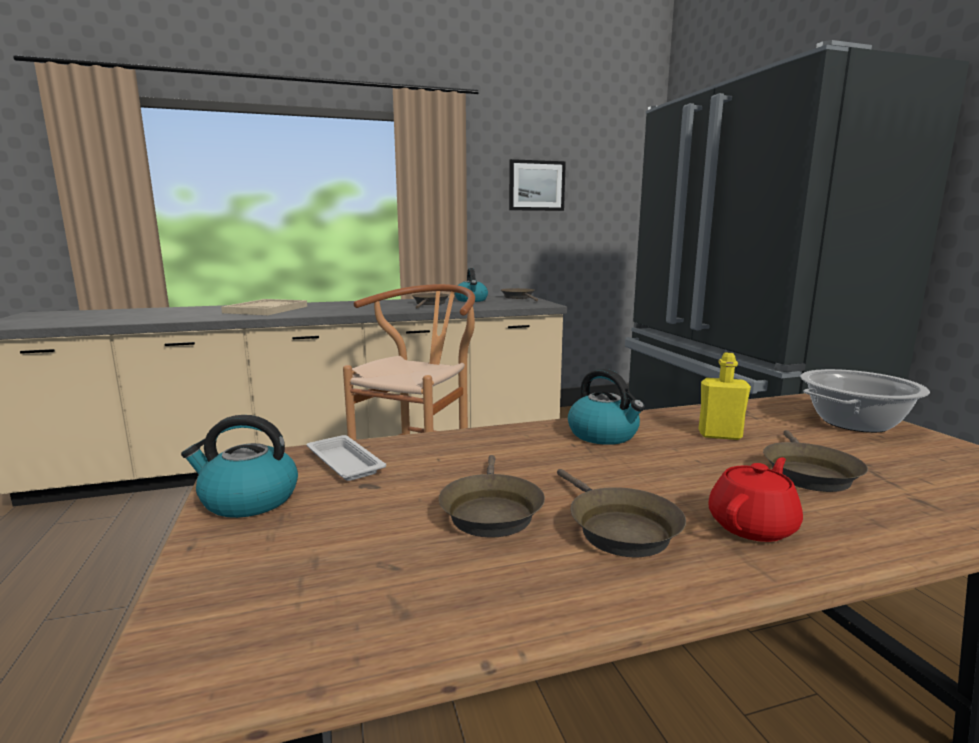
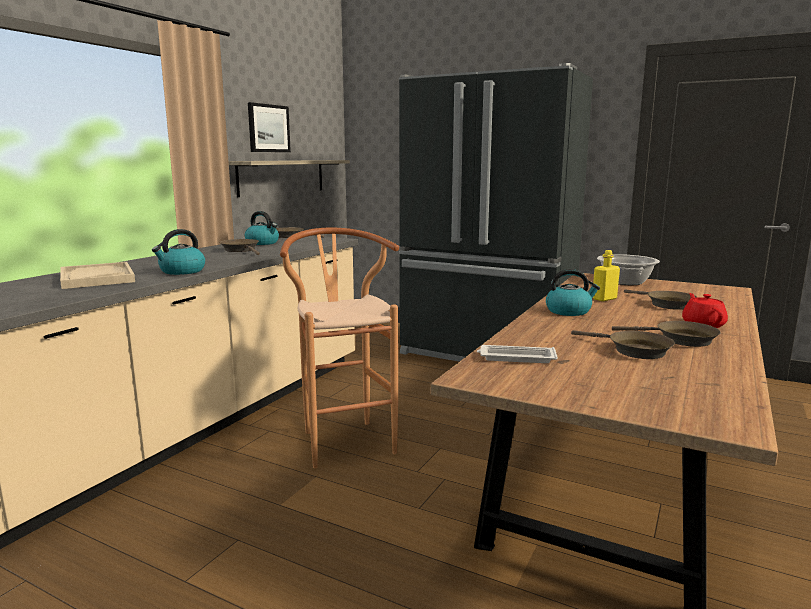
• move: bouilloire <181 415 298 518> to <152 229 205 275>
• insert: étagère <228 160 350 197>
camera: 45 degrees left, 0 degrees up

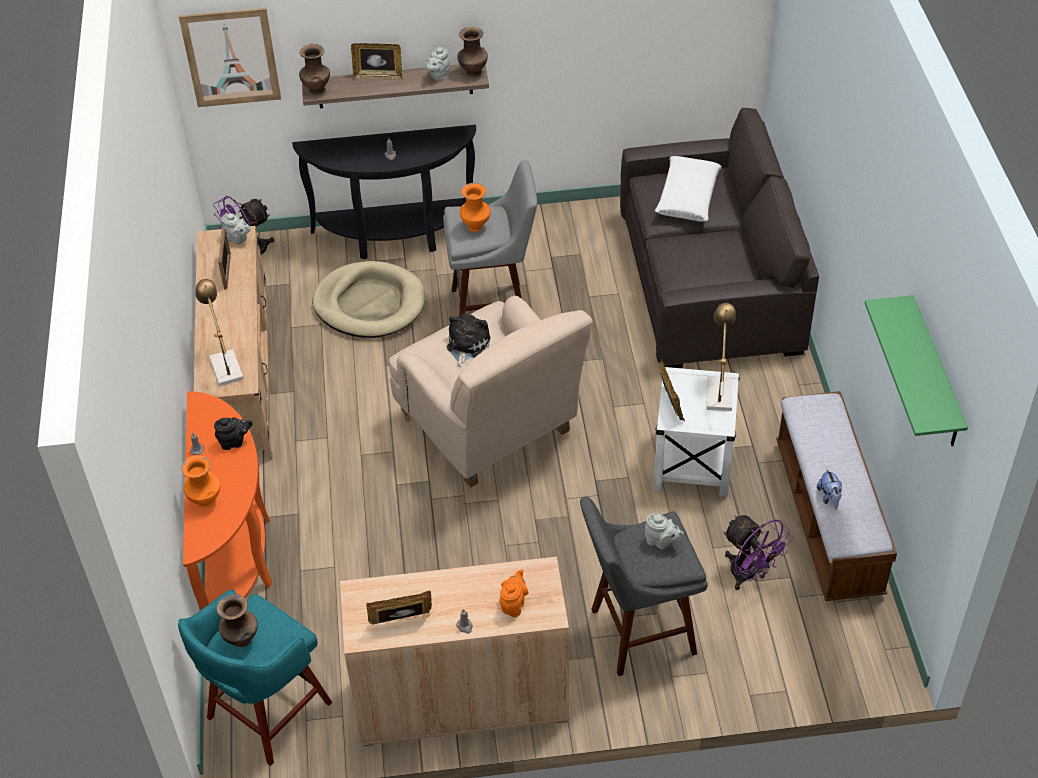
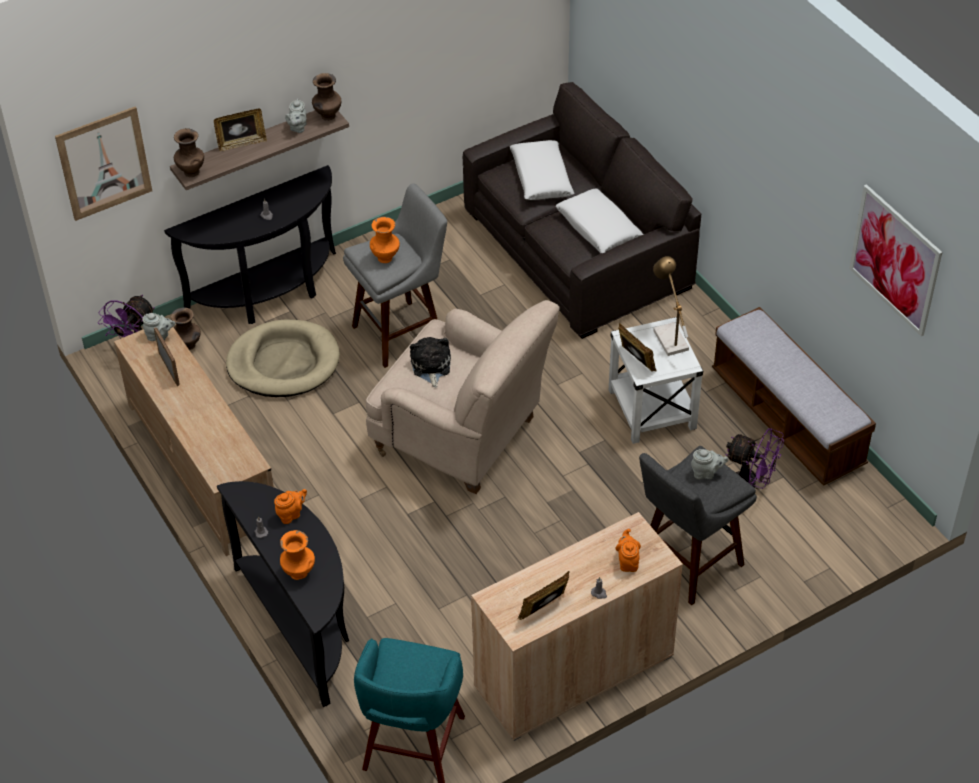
• move: vase/marron <217 594 258 647> to <171 308 201 350>
• recolor: table console/orange <183 391 272 610> to table console/noir <217 481 349 707>
• recolor: théière/noir <214 417 253 450> to théière/orange <274 489 307 524>
• insert: coussin/blanc <556 189 644 253>
• replace: étagère/vert <865 295 968 446> to tableau <849 184 942 336>
• delete: lampe de table <196 279 244 386>
• delete: peluche <817 468 842 510>
camera: 25 degrees left, 0 degrees up

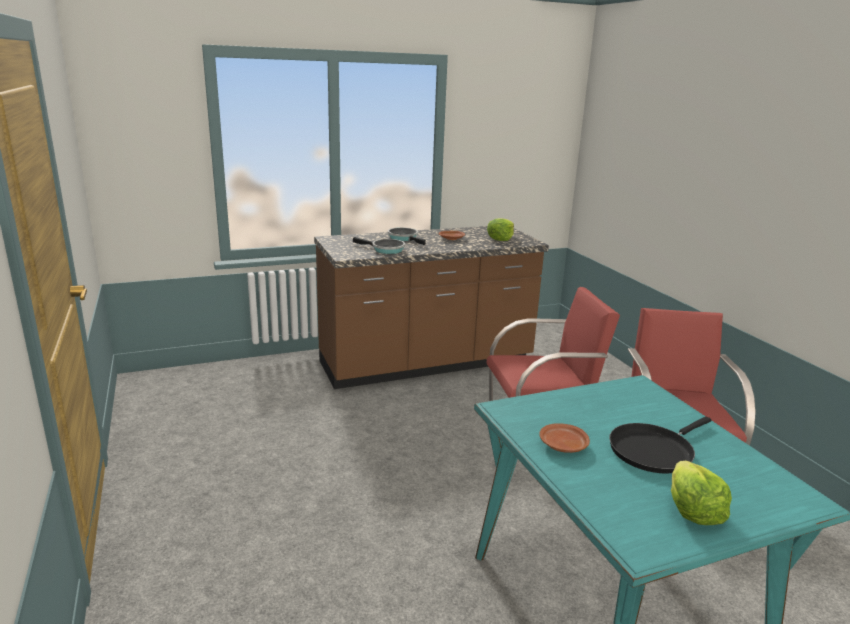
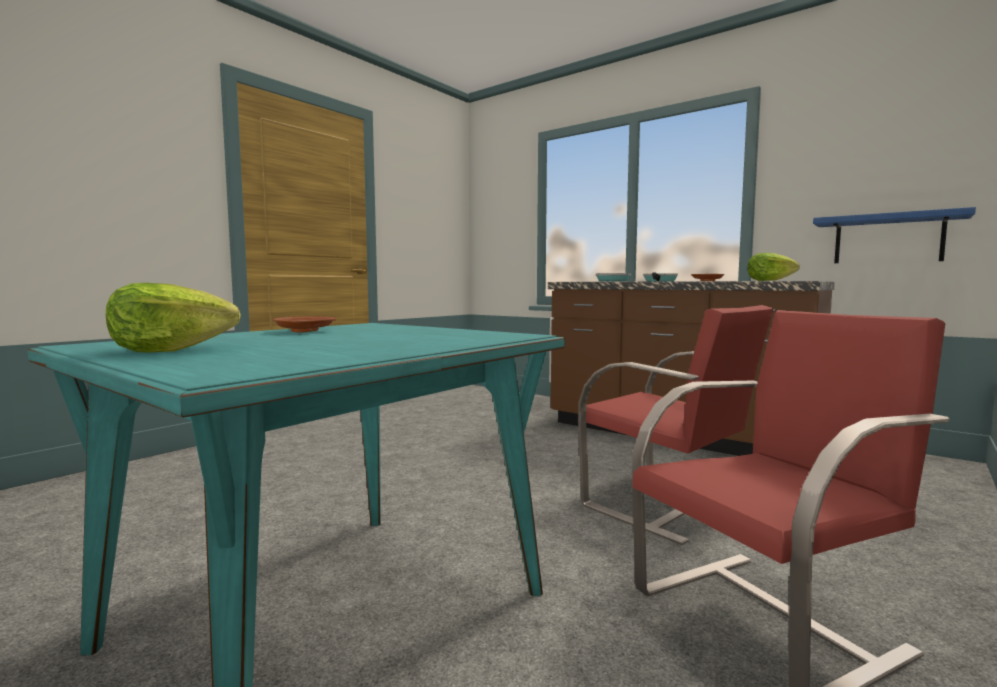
• insert: étagère/bleu <813 207 976 263>
• delete: poêle/noir <609 416 712 474>
camera: 60 degrees right, 15 degrees down

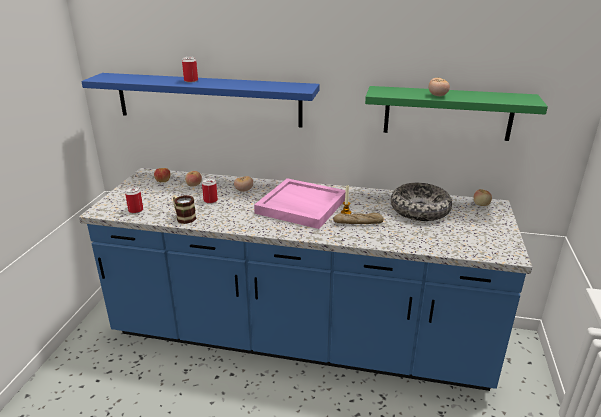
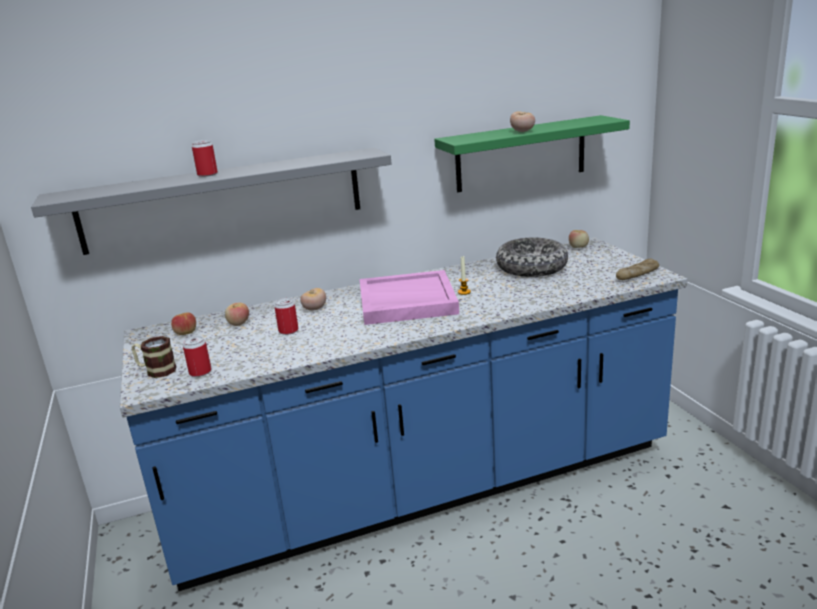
• recolor: étagère/bleu <81 73 319 128> to étagère/gris <31 148 392 255>
• move: mug <173 195 196 224> to <132 336 177 378>
• move: pain <333 213 384 224> to <616 258 659 280>
camera: 30 degrees left, 5 degrees down

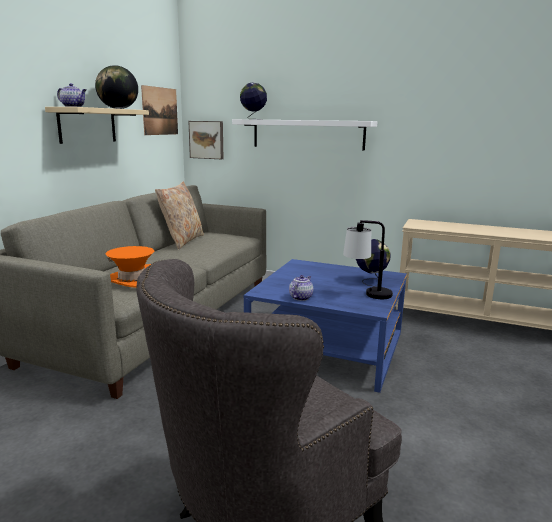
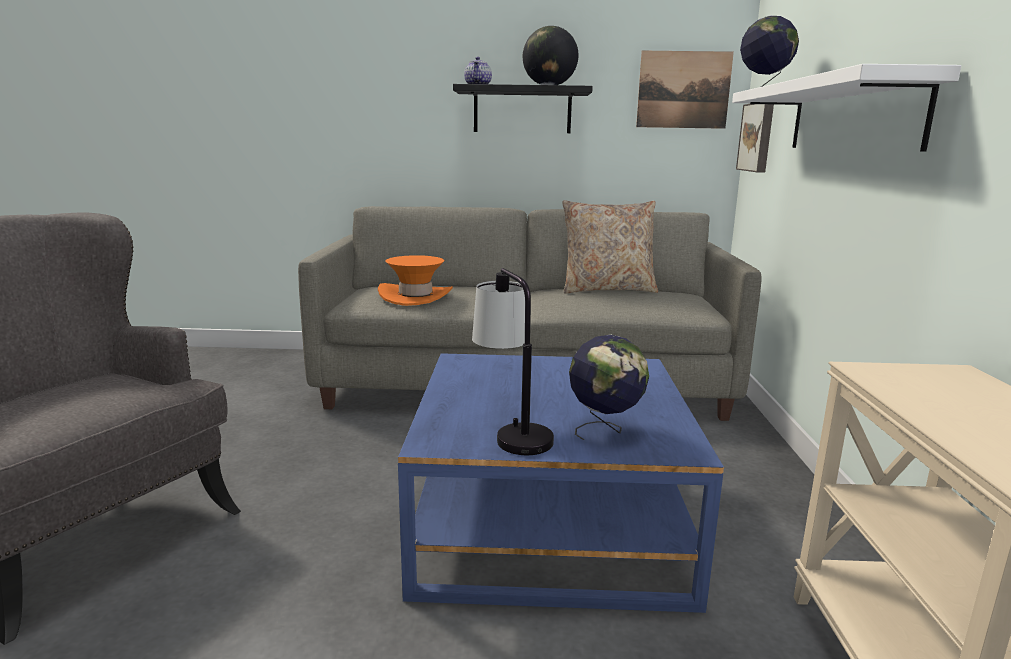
• recolor: étagère/beige <45 107 149 144> to étagère/noir <453 84 593 133>
• delete: théière <289 275 313 301>
camera: 70 degrees right, 0 degrees up

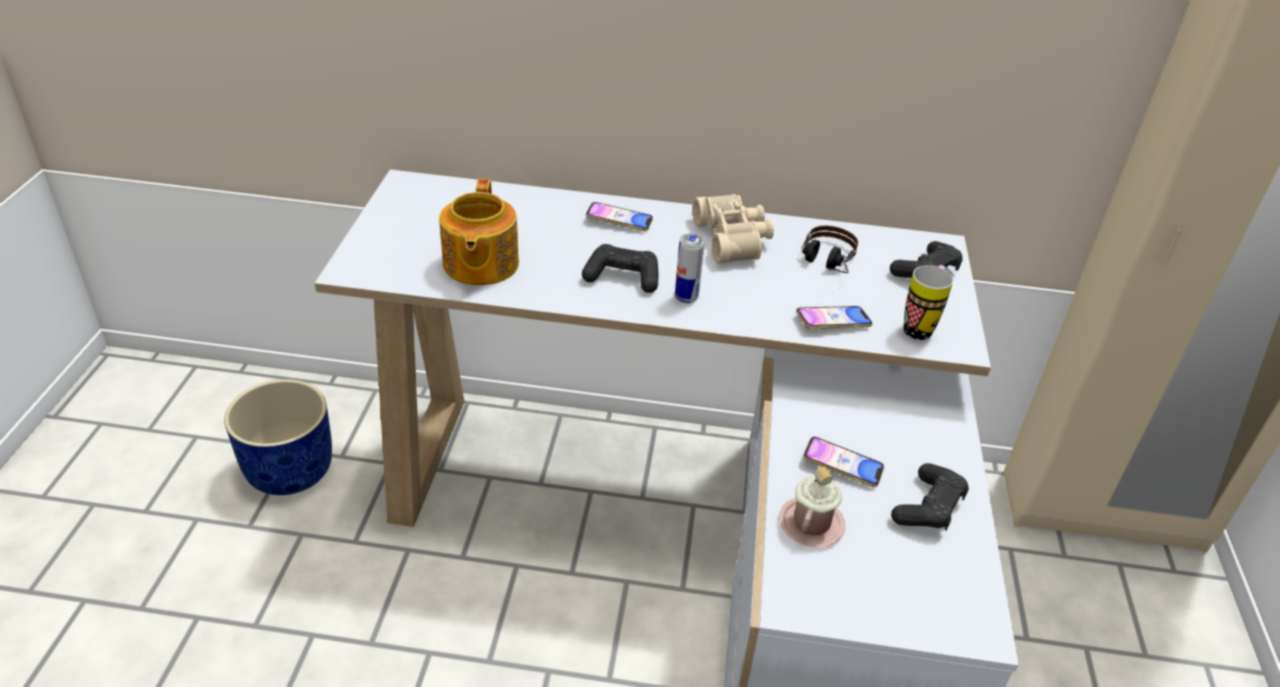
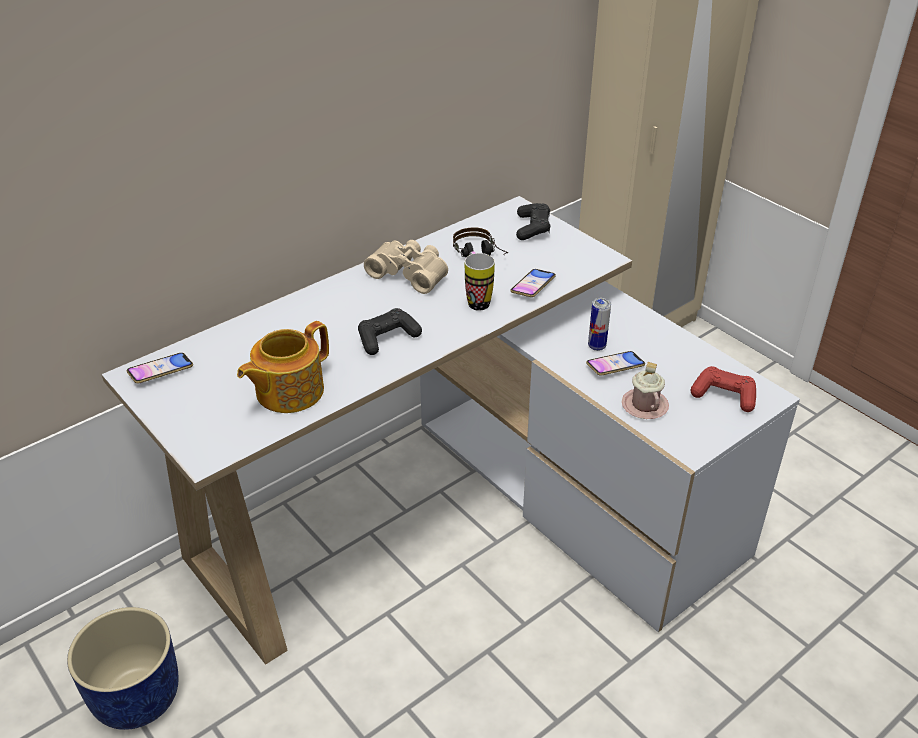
• move: téléphone <586 202 653 231> to <127 353 193 383>
• rotate: théière <439 179 519 285> = <237 321 329 413> 90 degrees clockwise
• move: mug <904 265 953 340> to <465 251 495 311>
• move: boîte métallique <675 233 704 304> to <588 298 611 351>
• insert: manette/rouge <690 366 756 412>
• delete: manette/noir <891 463 969 531>
camera: 45 degrees left, 0 degrees up

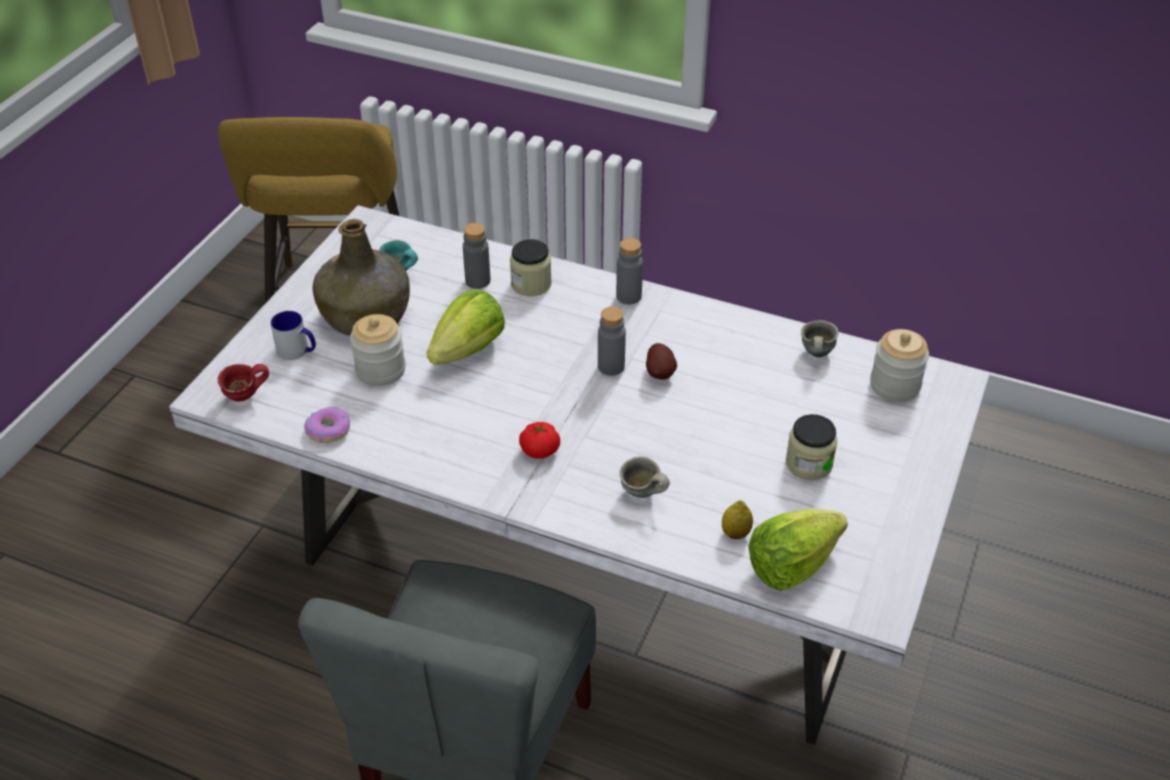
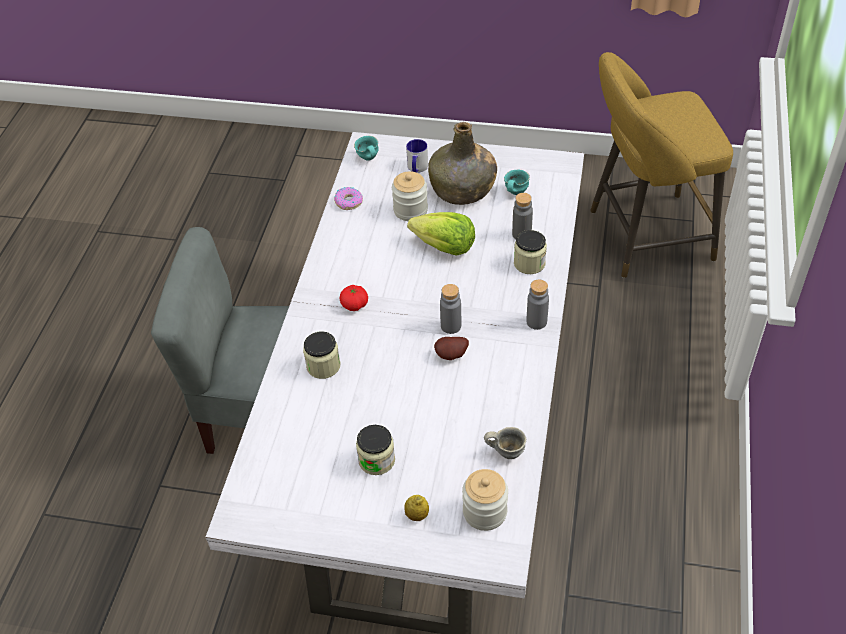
• replace: mug/gris <620 456 670 498> to bocal <303 331 340 379>
• recolor: mug/rouge <218 364 269 402> to mug/turquoise <354 136 379 161>
• move: citron <722 500 753 539> to <404 495 429 521>
• delete: laitue <748 509 848 591>
camera: 80 degrees right, 5 degrees up

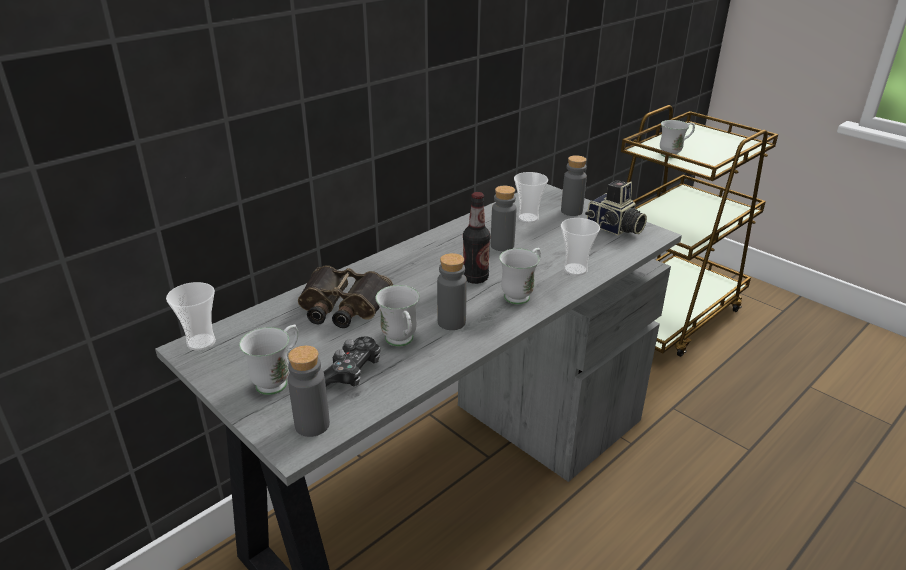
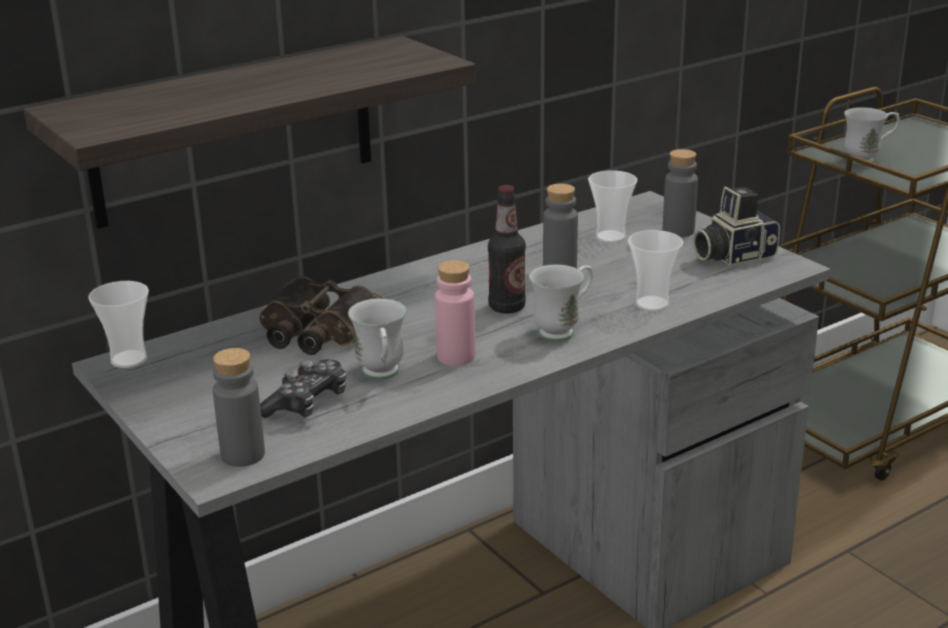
• insert: étagère <24 36 476 229>
• recolor: bouteille/gris <437 253 467 330> to bouteille/rose <435 260 475 366>
• rotate: appareil photo <585 180 647 235> = <693 187 780 266> 105 degrees clockwise
• delete: mug/blanc <239 325 299 395>
camera: 10 degrees right, 5 degrees down

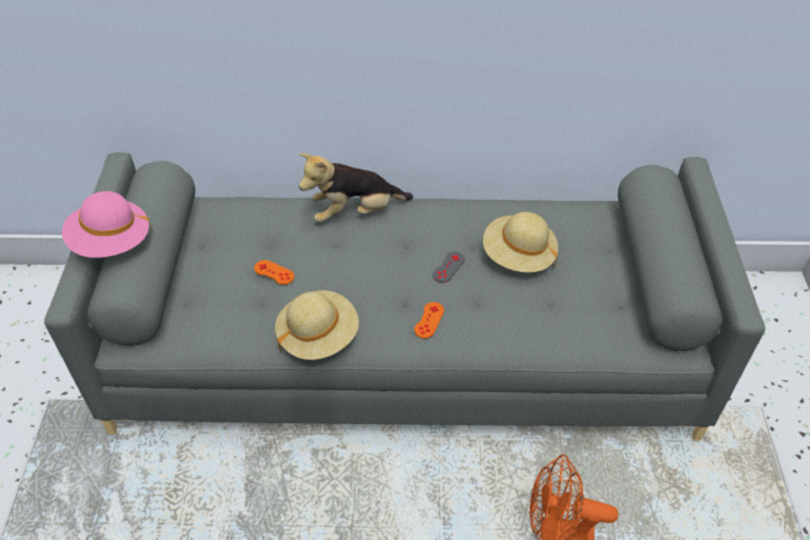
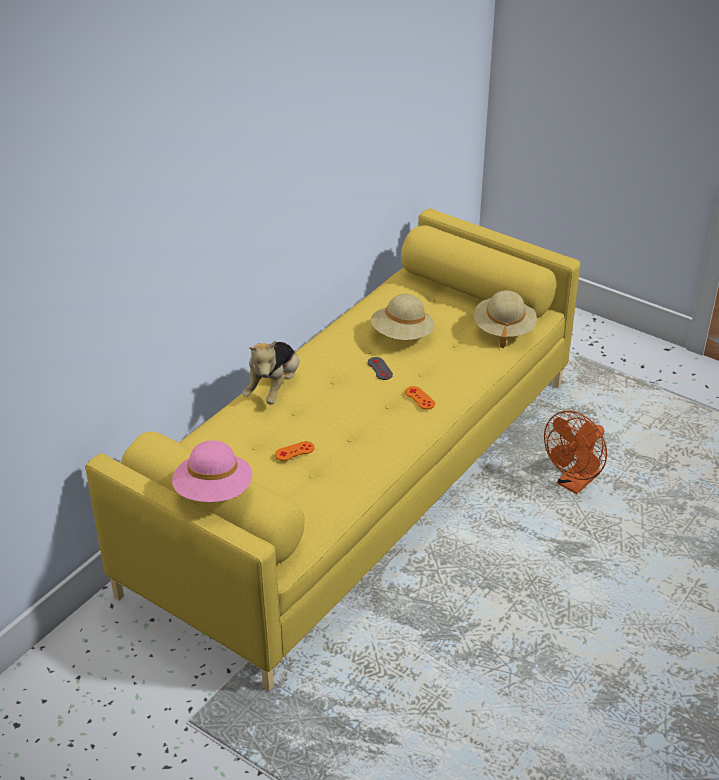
• recolor: canapé/gris <44 152 765 441> to canapé/jaune <85 208 581 691>
• move: chapeau/beige <275 290 359 360> to <474 290 537 348>
camera: 55 degrees left, 10 degrees down

